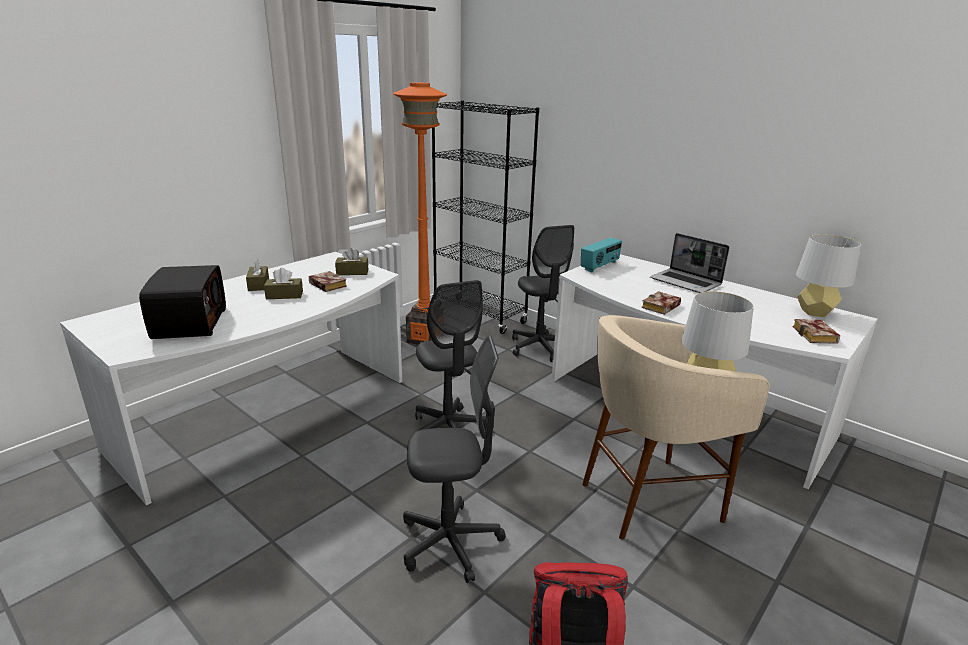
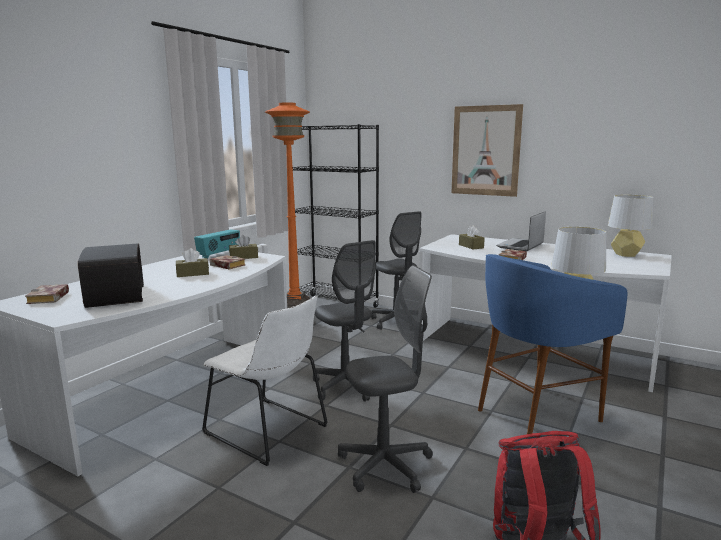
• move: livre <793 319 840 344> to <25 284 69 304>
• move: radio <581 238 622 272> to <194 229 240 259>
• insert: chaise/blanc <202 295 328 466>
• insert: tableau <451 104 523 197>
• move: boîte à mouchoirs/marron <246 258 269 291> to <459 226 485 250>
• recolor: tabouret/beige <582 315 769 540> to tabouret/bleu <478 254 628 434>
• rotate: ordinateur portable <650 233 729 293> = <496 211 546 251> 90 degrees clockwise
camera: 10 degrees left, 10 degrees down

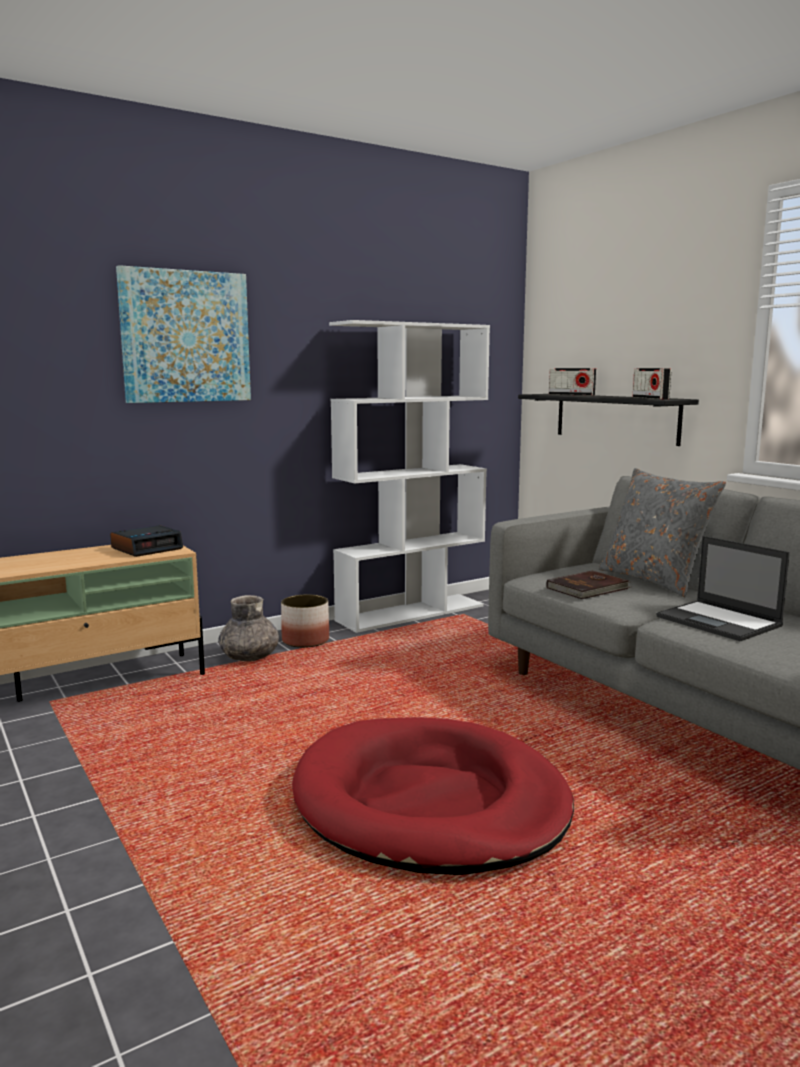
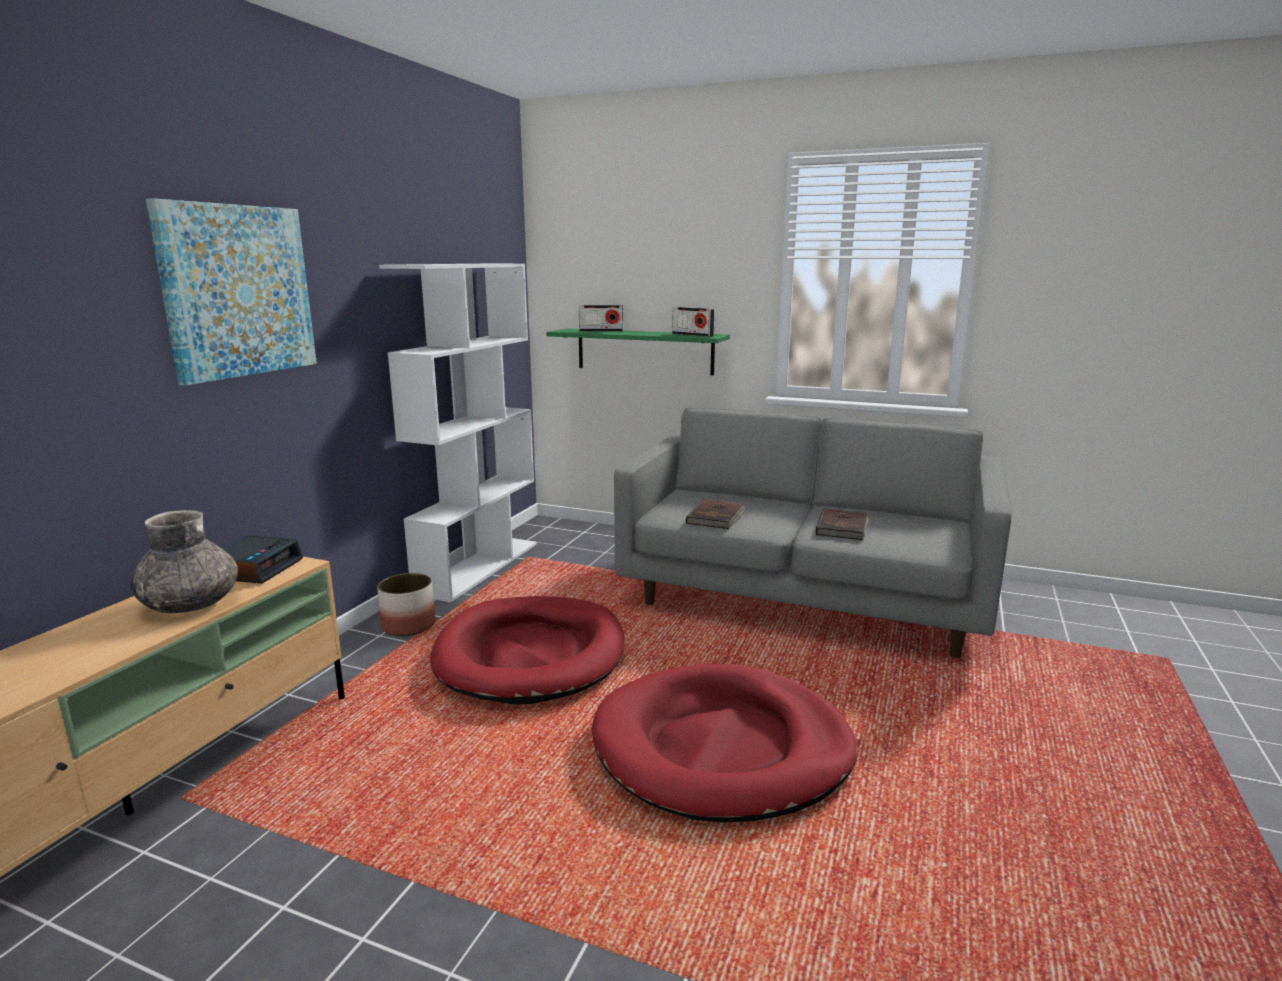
• move: vase/gris <218 595 279 661> to <130 510 238 613>
• insert: panier pour chien/rouge <430 596 624 705>
• recolor: étagère/noir <518 394 699 446> to étagère/vert <546 328 730 376>
• replace: ordinateur portable <656 536 790 641> to livre/marron <816 509 871 540>
• delete: coussin/gris <599 468 726 597>
camera: 35 degrees left, 5 degrees up

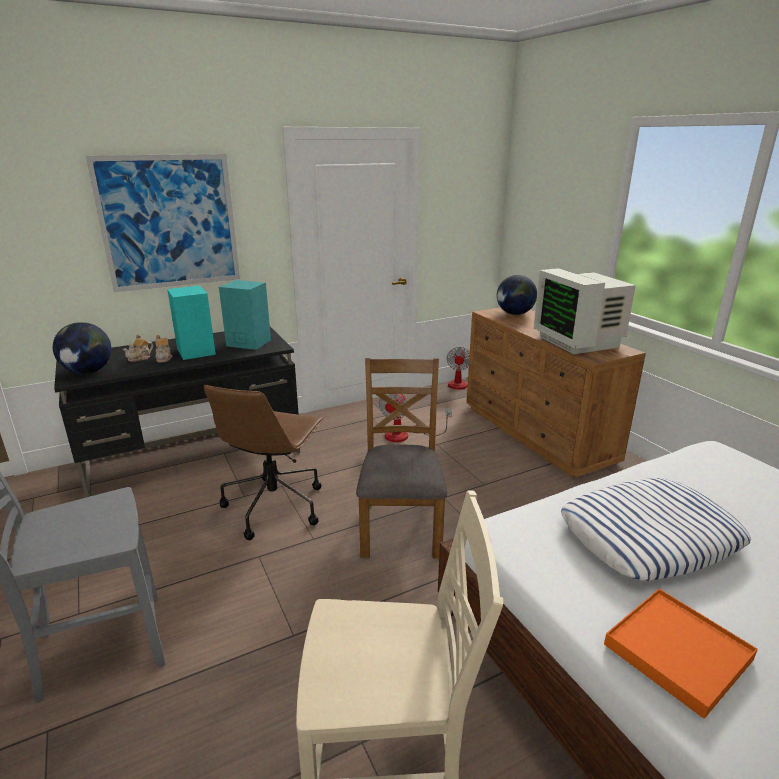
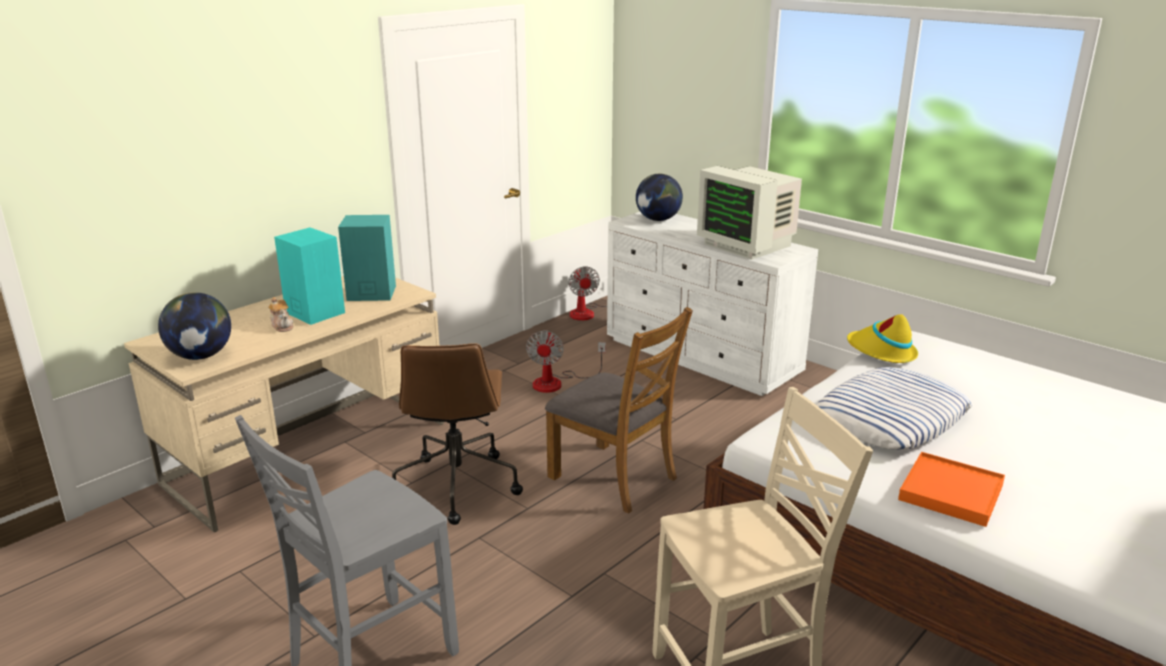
• recolor: bureau/noir <54 327 300 498> to bureau/beige <124 276 444 532>
• rotate: chaise/marron <356 358 448 558> = <545 307 693 514> 150 degrees clockwise
• recolor: commode/marron <466 307 646 478> to commode/blanc <607 212 818 396>
• insert: chapeau/jaune <847 314 918 363>
• delete: tableau <86 154 240 292>
• delete: théière <123 334 153 362>
camera: 20 degrees left, 0 degrees up

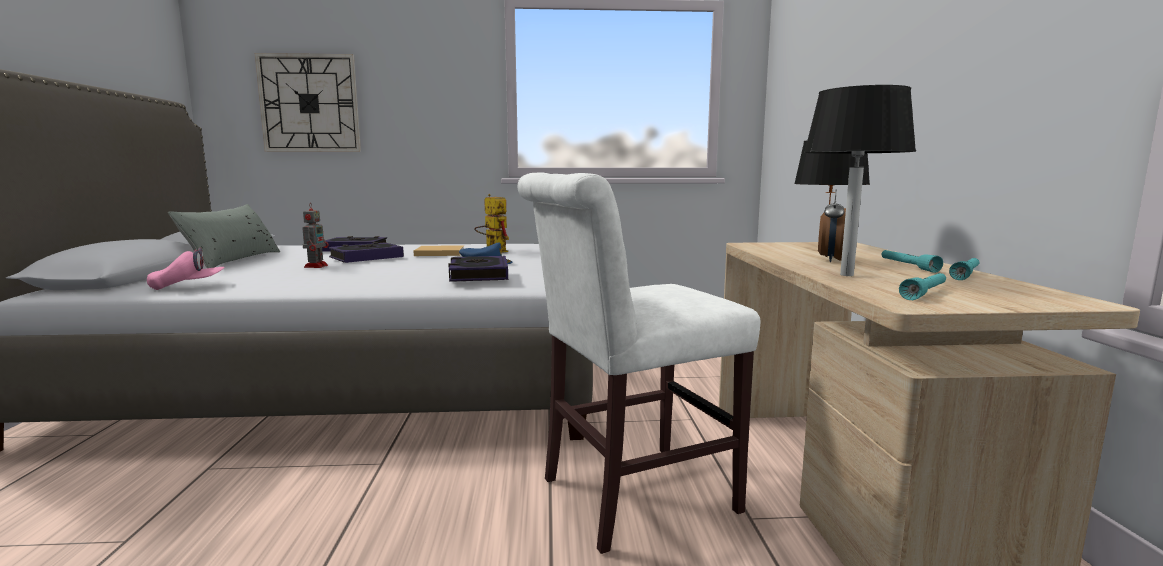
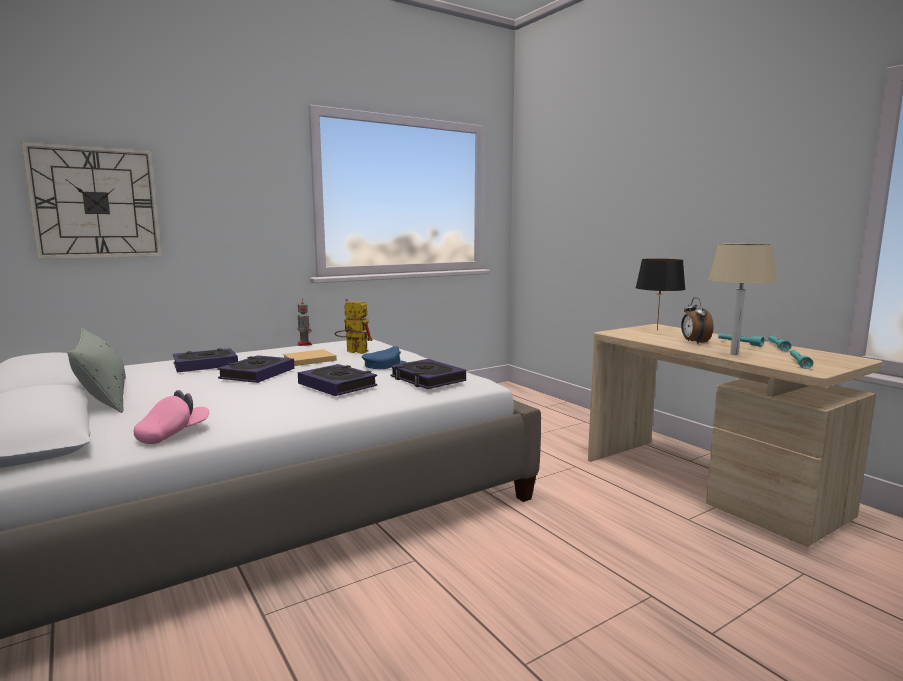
• move: robot jouet <302 202 329 268> to <297 299 312 346>
• insert: livre <298 364 377 396>
• recolor: lampe de table/noir <804 85 916 276> to lampe de table/beige <708 244 777 355>
• delete: chaise/blanc <518 172 761 554>
camera: 30 degrees left, 0 degrees up

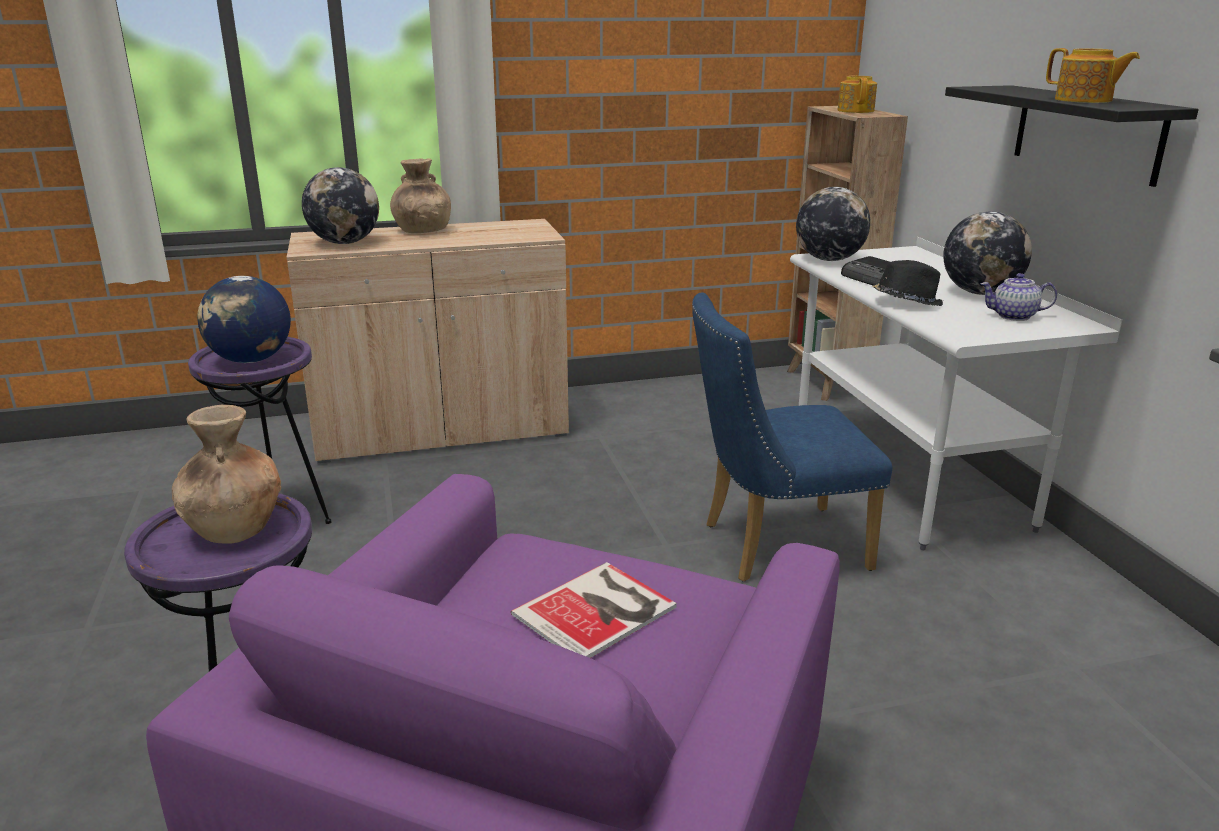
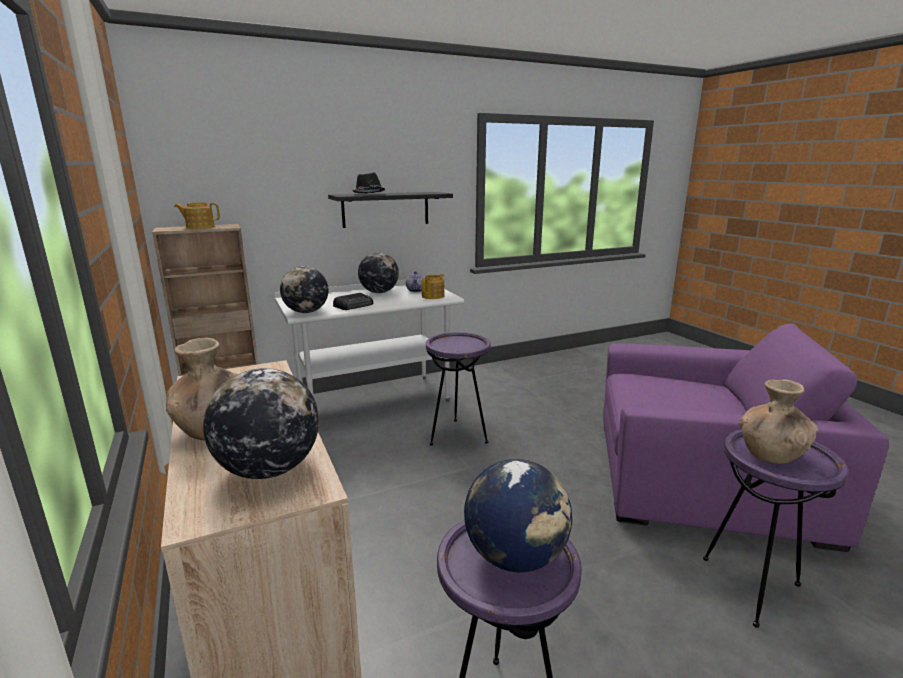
• move: chapeau/noir <873 260 943 306> to <352 172 385 194>
• move: théière <1046 48 1140 103> to <421 274 444 299>
• replace: chaise/bleu <692 292 892 582> to table d'appoint/violet <426 332 491 446>
• delete: livre <511 562 677 658>
camera: 100 degrees left, 5 degrees down

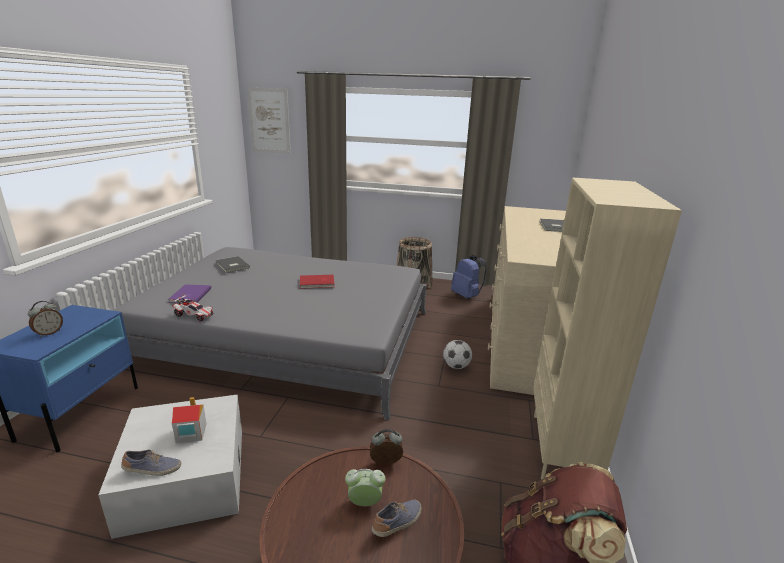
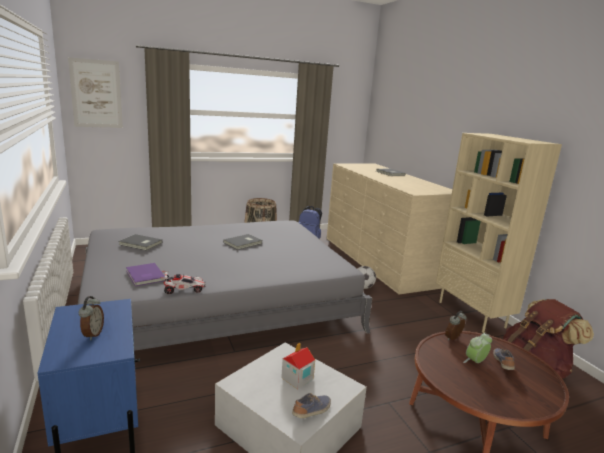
• recolor: livre/rouge <300 275 335 289> to livre/gris <223 234 263 250>
camera: 35 degrees left, 5 degrees down

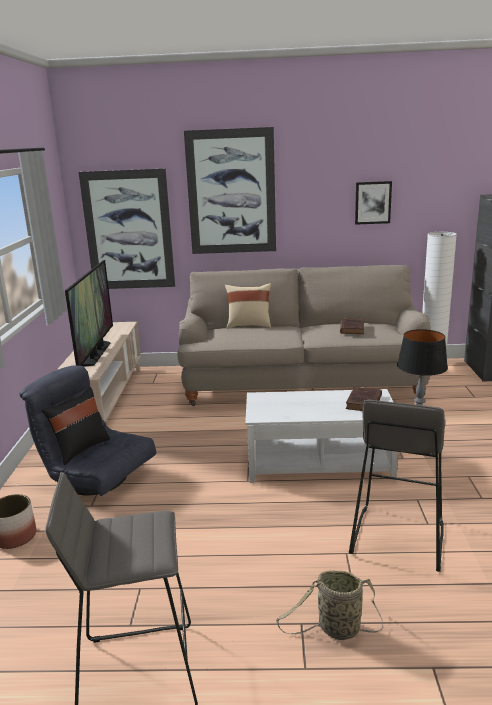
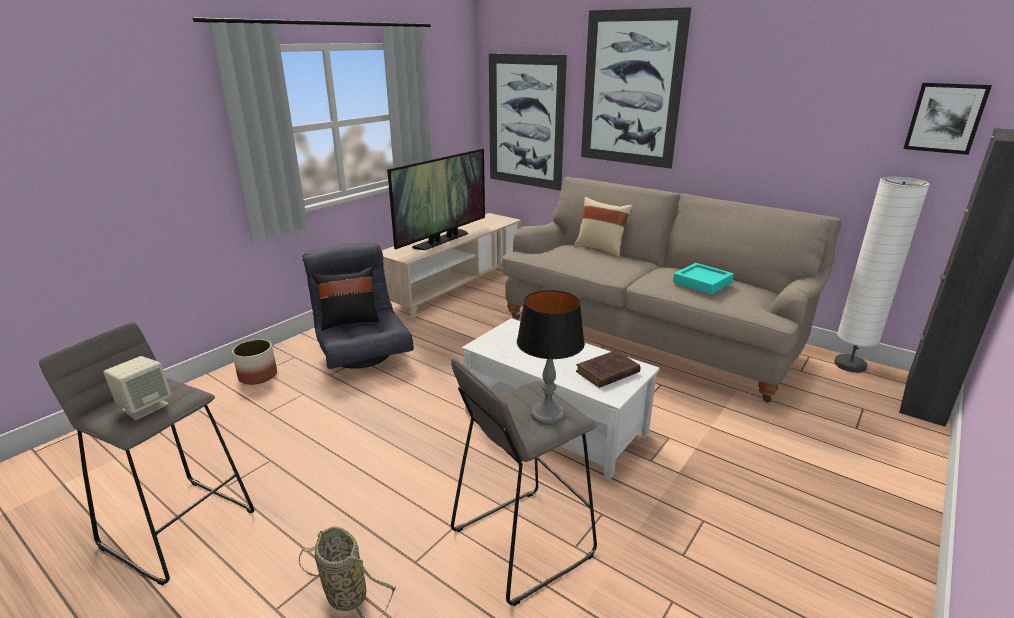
• insert: enceinte/beige <103 356 172 420>
• replace: livre/marron <340 318 364 334> to plateau/turquoise <673 263 734 295>
• move: tableau <355 181 392 225> to <904 83 992 155>
camera: 35 degrees right, 5 degrees up

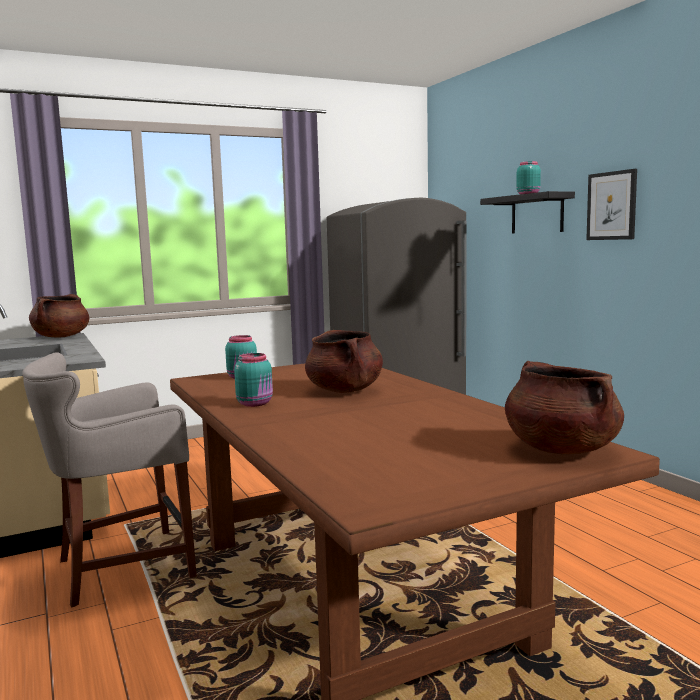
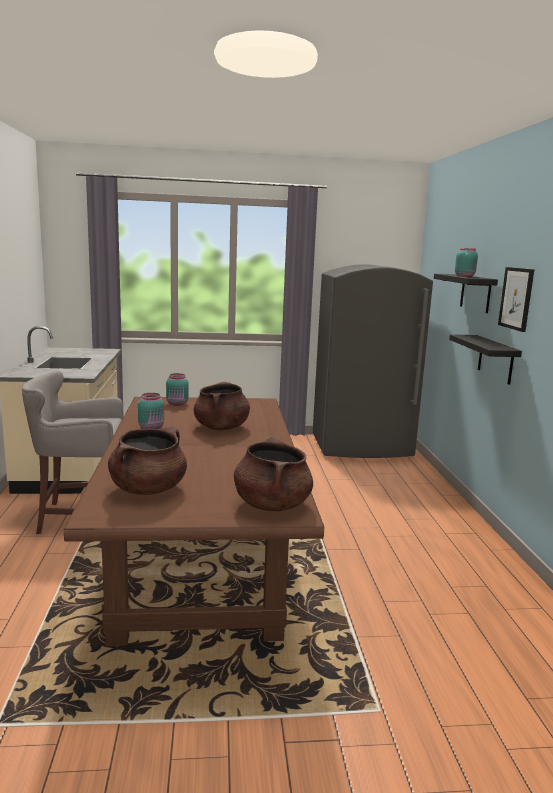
• move: marmite/marron <29 294 89 337> to <108 428 187 495>
• insert: étagère/noir <449 334 522 385>
camera: 20 degrees right, 5 degrees up

